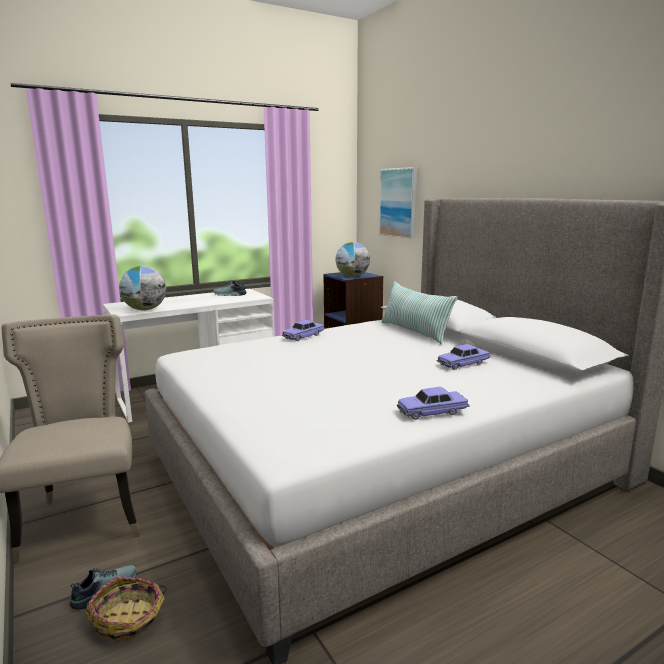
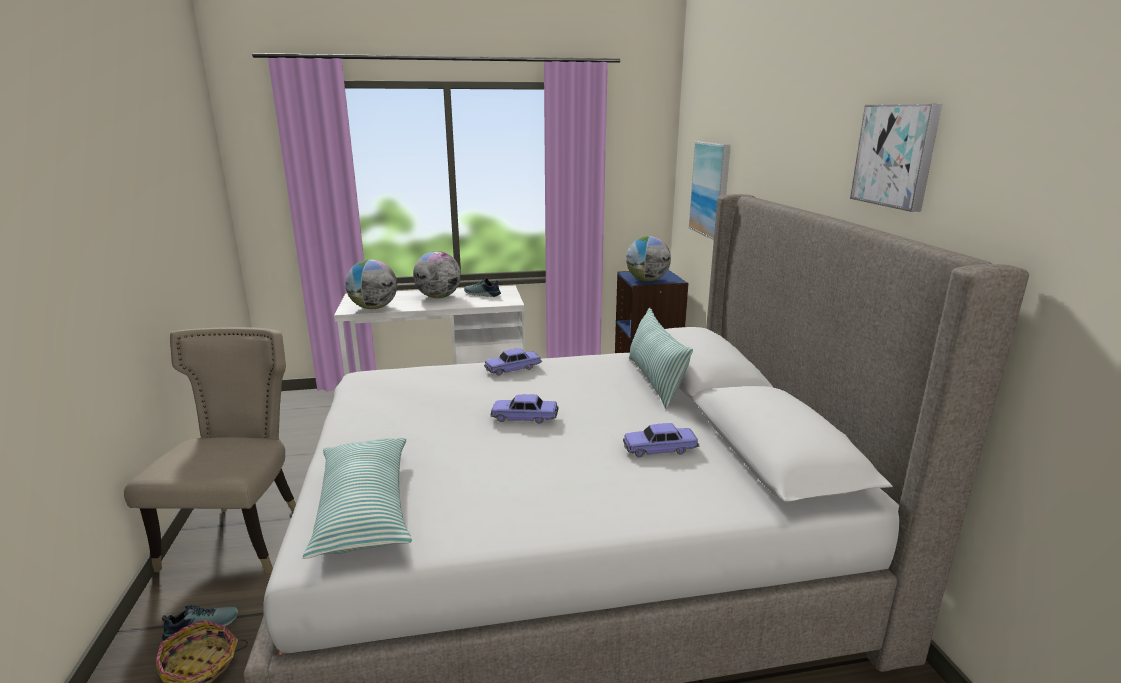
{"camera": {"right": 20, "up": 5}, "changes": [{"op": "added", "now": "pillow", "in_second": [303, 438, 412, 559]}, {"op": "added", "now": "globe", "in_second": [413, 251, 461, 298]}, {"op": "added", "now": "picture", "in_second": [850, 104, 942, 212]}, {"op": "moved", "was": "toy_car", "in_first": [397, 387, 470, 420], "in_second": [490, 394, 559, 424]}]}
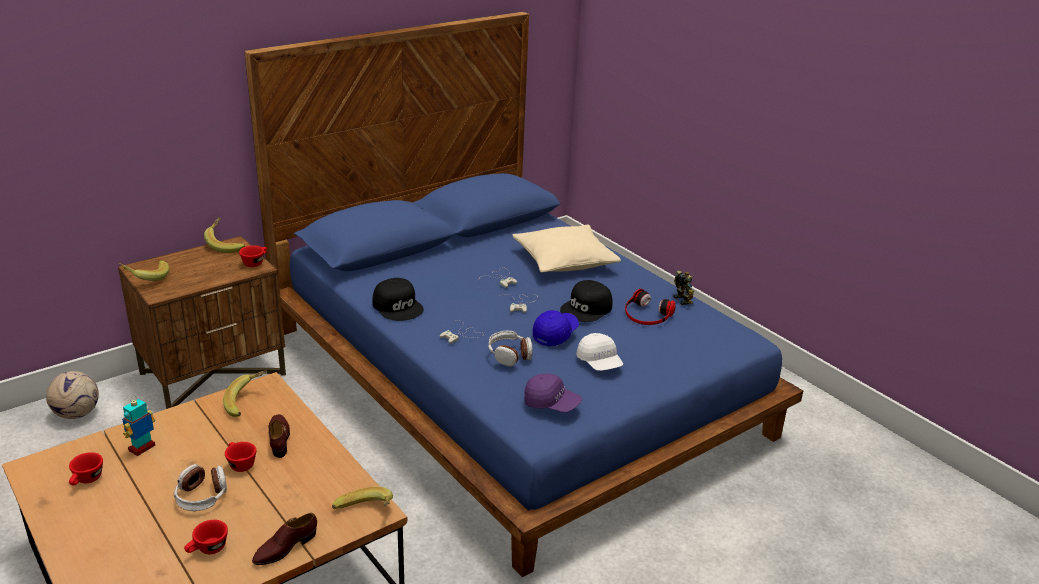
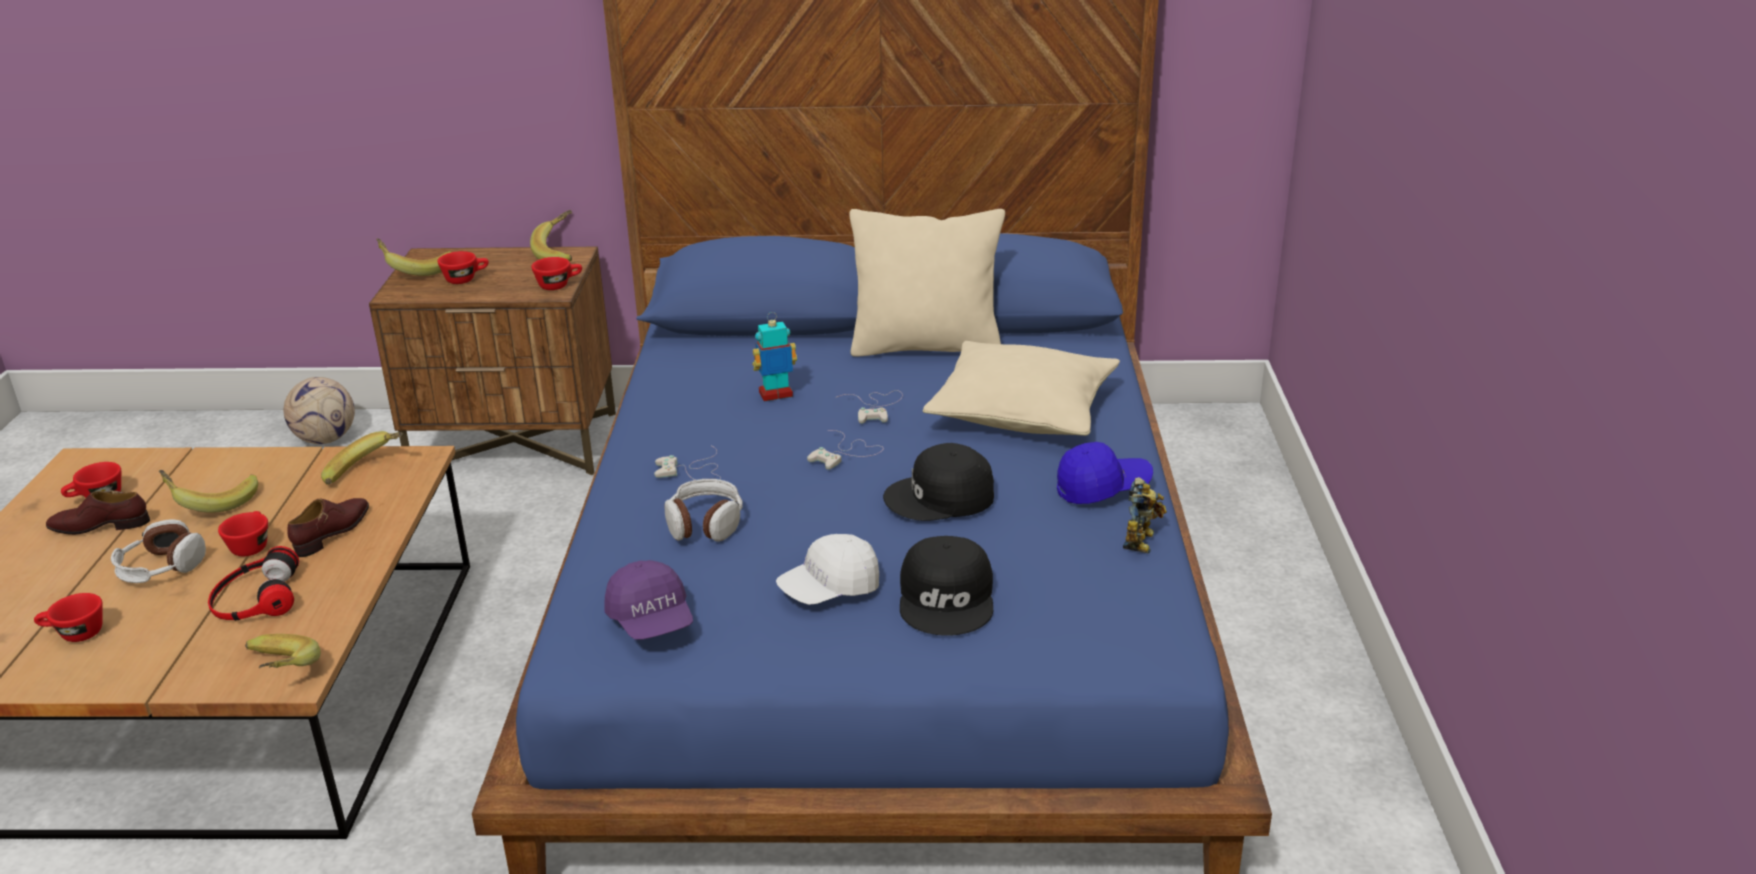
{"camera": {"right": 40, "up": 0}, "changes": [{"op": "added", "now": "banana", "in_second": [159, 470, 258, 513]}, {"op": "added", "now": "red_cup", "in_second": [438, 251, 489, 284]}, {"op": "added", "now": "beige_pillow", "in_second": [849, 209, 1005, 357]}, {"op": "moved", "was": "toy_robot", "in_first": [122, 398, 155, 456], "in_second": [752, 312, 797, 401]}, {"op": "moved", "was": "brown_shoe", "in_first": [252, 513, 317, 565], "in_second": [46, 490, 150, 535]}, {"op": "moved", "was": "black_cap", "in_first": [372, 278, 424, 321], "in_second": [900, 536, 993, 636]}, {"op": "moved", "was": "blue_cap", "in_first": [533, 310, 579, 347], "in_second": [1057, 442, 1153, 504]}, {"op": "moved", "was": "headphones", "in_first": [625, 289, 676, 325], "in_second": [208, 546, 299, 621]}, {"op": "turned", "was": "white_cap", "in_first": [576, 333, 623, 371], "in_second": [776, 534, 879, 605], "clockwise": 45}]}
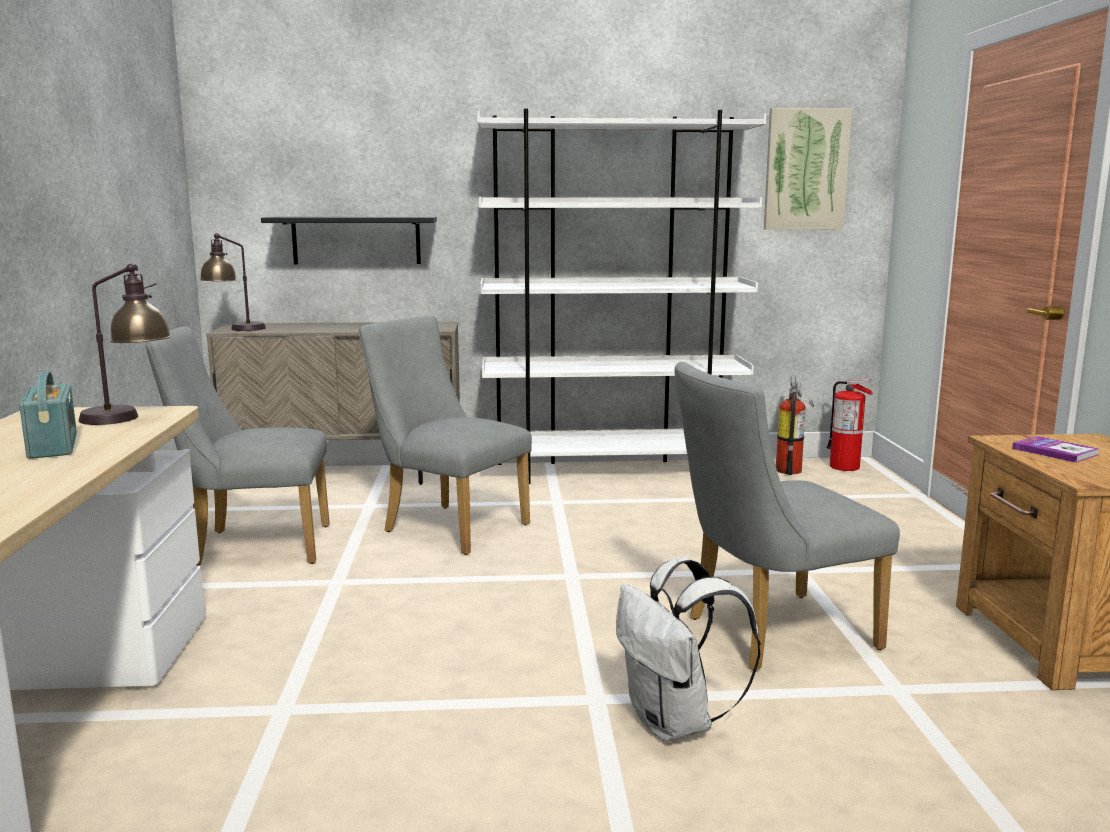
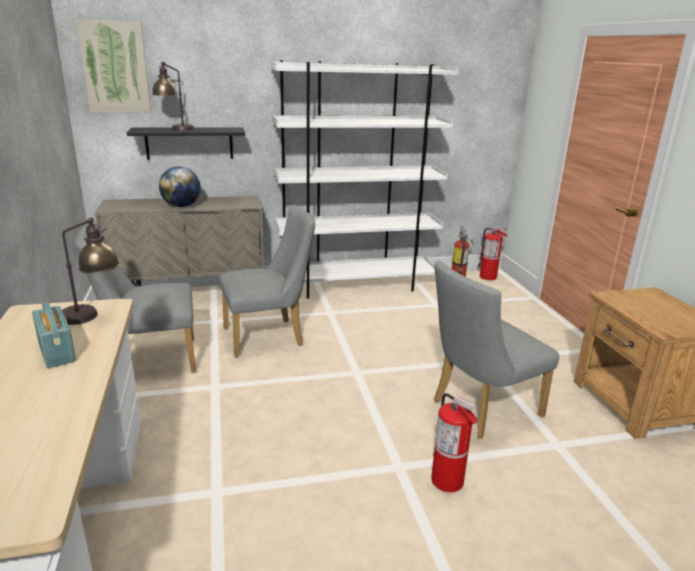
{"camera": {"right": -10, "up": 10}, "changes": [{"op": "removed", "was": "book", "in_first": [1012, 436, 1099, 463]}, {"op": "added", "now": "globe", "in_second": [159, 166, 201, 207]}, {"op": "moved", "was": "table_lamp", "in_first": [200, 233, 266, 331], "in_second": [152, 62, 195, 131]}, {"op": "moved", "was": "picture", "in_first": [764, 108, 852, 230], "in_second": [77, 20, 151, 113]}, {"op": "replaced", "was": "white_backpack", "now": "fire_extinguisher", "in_first": [616, 557, 761, 742], "in_second": [431, 393, 478, 492]}, {"op": "turned", "was": "grey_chair", "in_first": [358, 316, 532, 555], "in_second": [219, 205, 315, 357], "clockwise": 135}]}
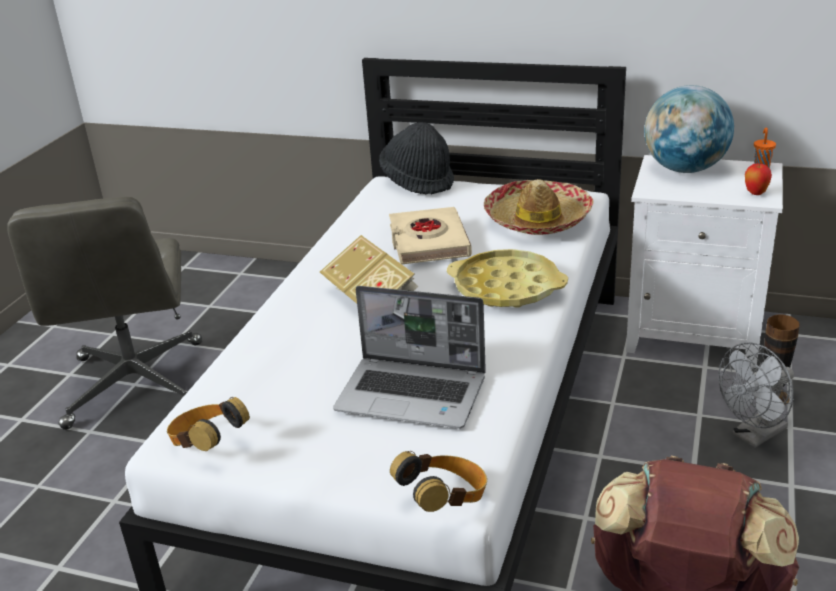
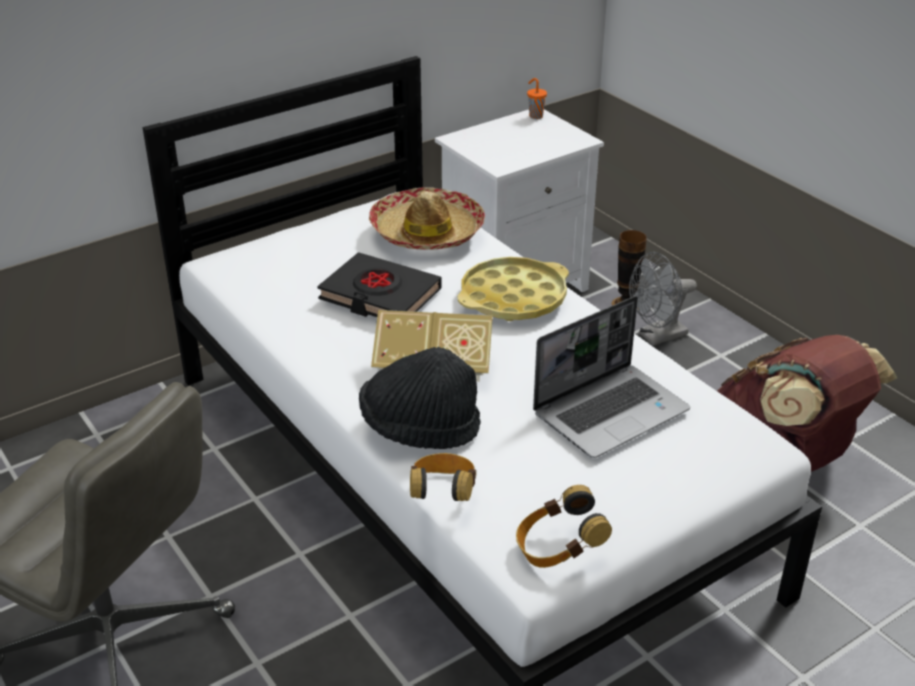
{"camera": {"right": -55, "up": 5}, "changes": [{"op": "removed", "was": "globe", "in_first": [644, 85, 734, 173]}, {"op": "removed", "was": "apple", "in_first": [745, 163, 772, 195]}, {"op": "moved", "was": "black_hat", "in_first": [379, 122, 454, 195], "in_second": [359, 347, 481, 449]}, {"op": "moved", "was": "headphones", "in_first": [390, 451, 487, 512], "in_second": [410, 453, 476, 501]}, {"op": "recoloured", "was": "beige_book", "now": "black_book", "in_first": [389, 207, 472, 264], "in_second": [317, 252, 442, 317]}, {"op": "turned", "was": "grey_fan", "in_first": [718, 342, 794, 448], "in_second": [629, 252, 697, 346], "clockwise": 60}]}
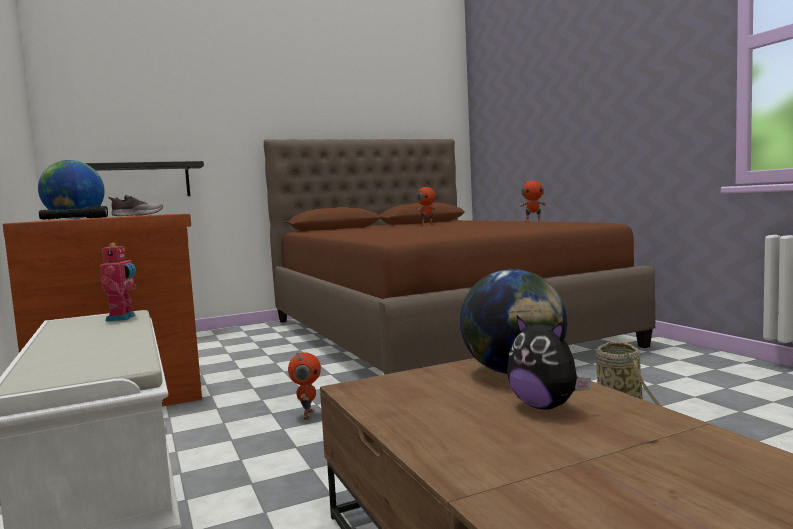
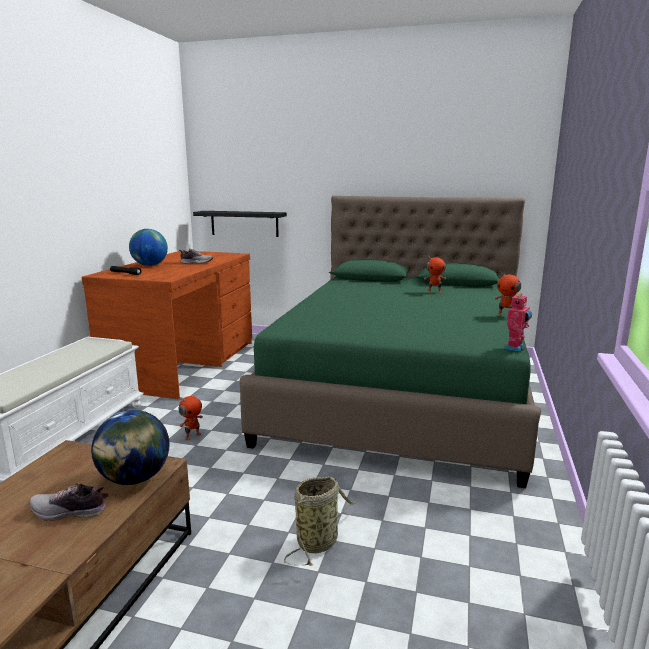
{"camera": {"right": 40, "up": 10}, "changes": [{"op": "moved", "was": "toy_robot", "in_first": [100, 243, 137, 322], "in_second": [504, 294, 532, 352]}, {"op": "replaced", "was": "plush_toy", "now": "shoe", "in_first": [507, 316, 591, 410], "in_second": [29, 483, 106, 521]}, {"op": "recoloured", "was": "brown_bed", "now": "green_bed", "in_first": [264, 139, 656, 375], "in_second": [240, 196, 541, 488]}]}
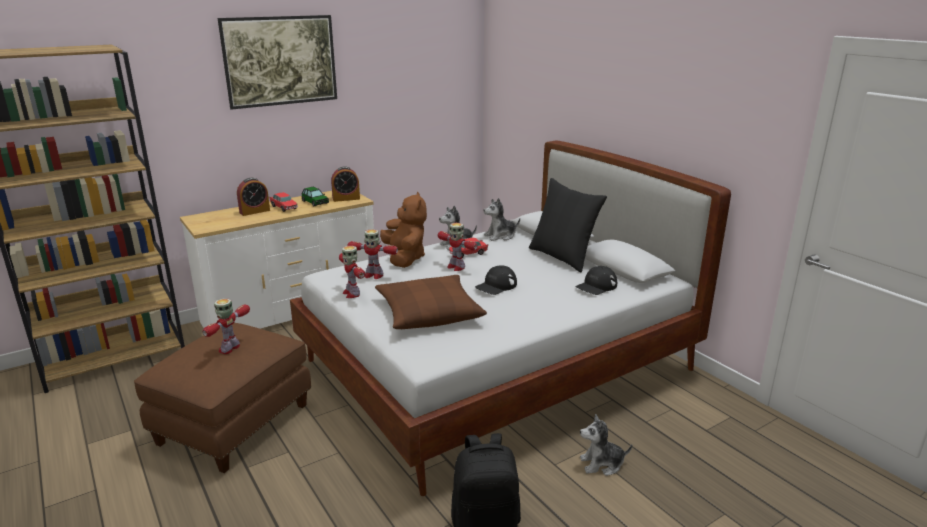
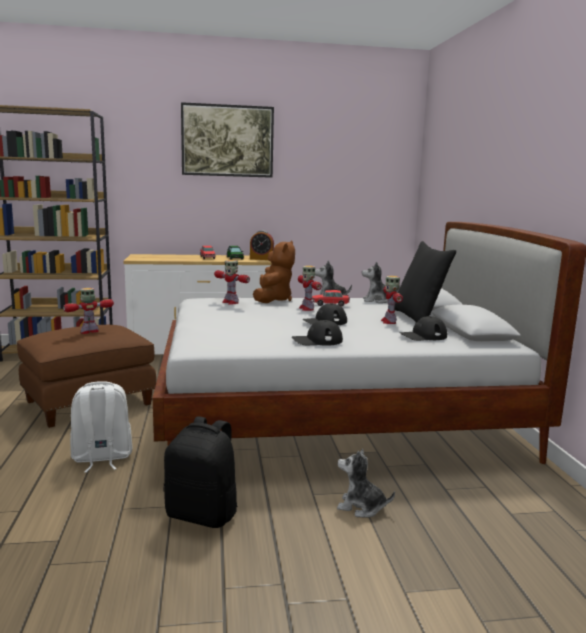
{"camera": {"right": 25, "up": -10}, "changes": [{"op": "removed", "was": "alarm_clock", "in_first": [237, 178, 270, 216]}, {"op": "removed", "was": "brown_pillow", "in_first": [375, 275, 487, 329]}, {"op": "added", "now": "white_backpack", "in_second": [70, 381, 133, 472]}, {"op": "added", "now": "black_cap", "in_second": [292, 320, 343, 346]}, {"op": "moved", "was": "toy_robot", "in_first": [339, 246, 365, 298], "in_second": [381, 276, 403, 324]}]}
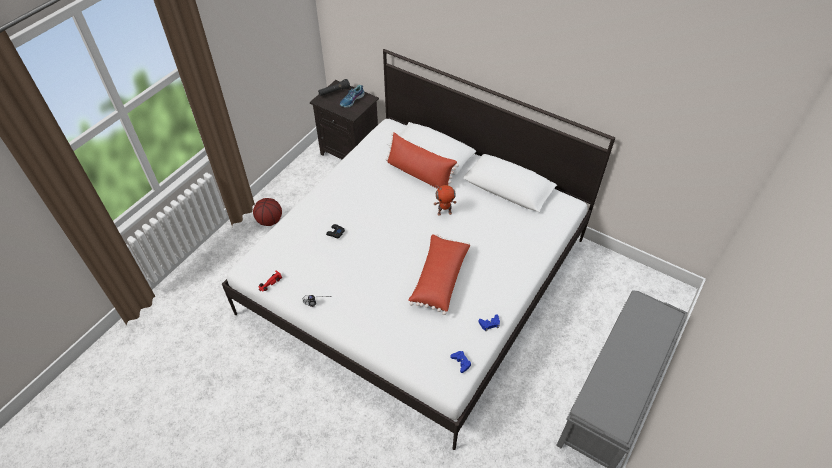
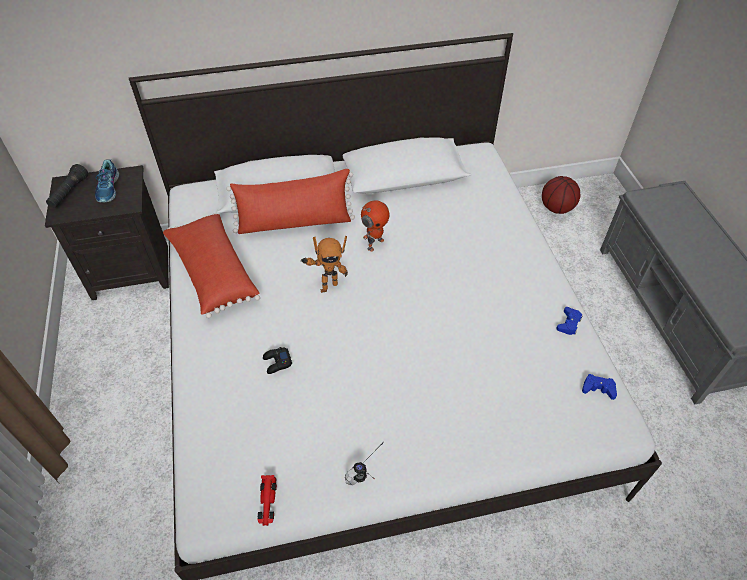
{"camera": {"right": -45, "up": 0}, "changes": [{"op": "added", "now": "toy_robot", "in_second": [301, 236, 348, 293]}, {"op": "moved", "was": "basketball", "in_first": [253, 198, 282, 226], "in_second": [542, 176, 580, 214]}, {"op": "moved", "was": "red_pillow", "in_first": [408, 234, 470, 315], "in_second": [163, 213, 260, 318]}]}
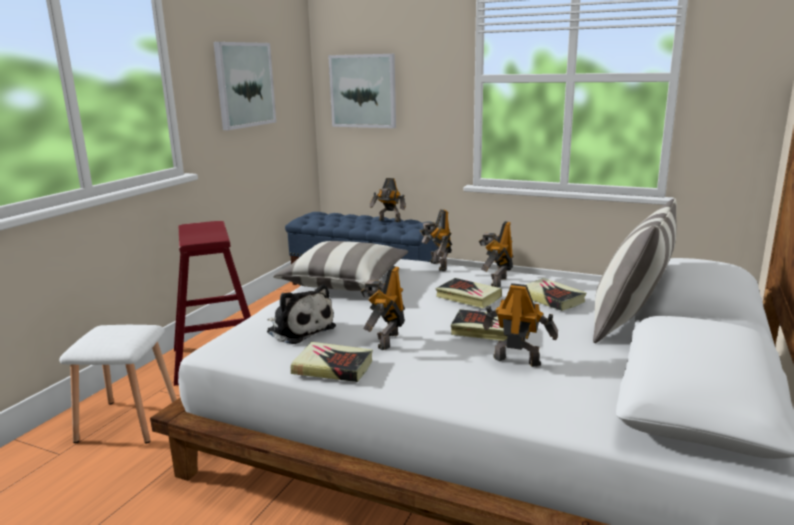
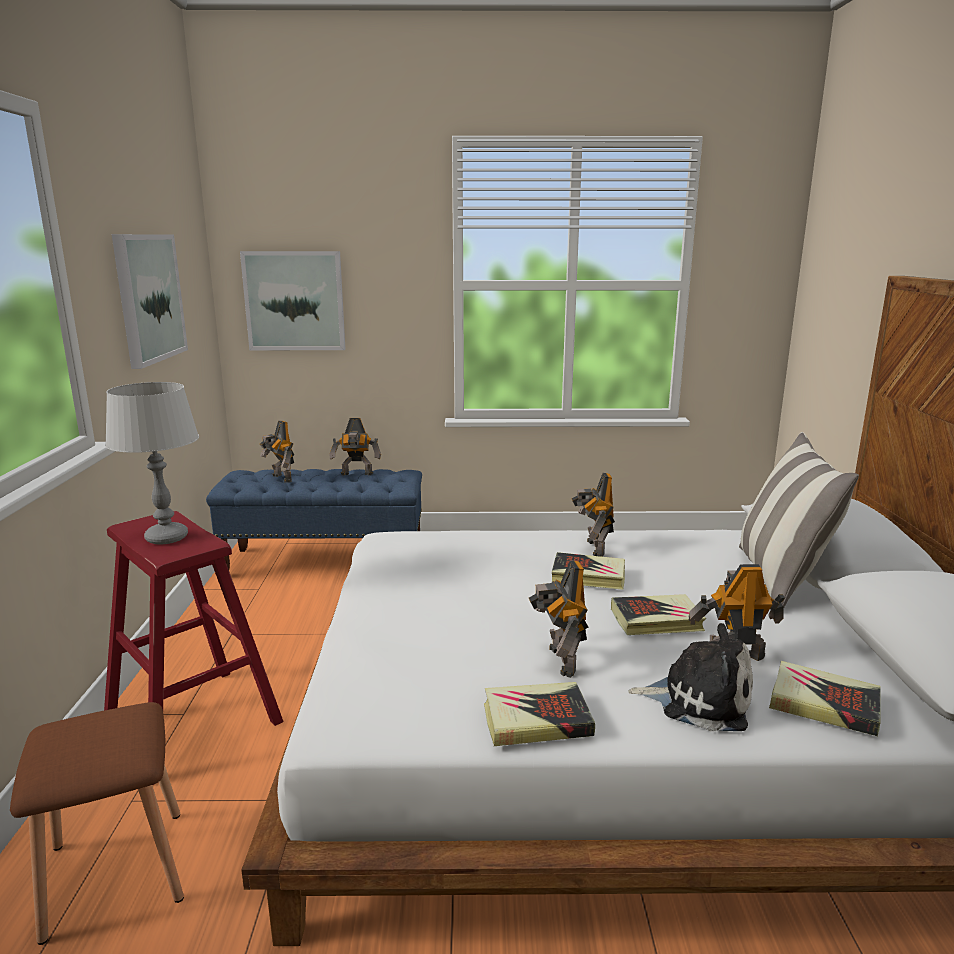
{"camera": {"right": -25, "up": 0}, "changes": [{"op": "removed", "was": "pillow", "in_first": [273, 241, 408, 291]}, {"op": "added", "now": "grey_table_lamp", "in_second": [105, 382, 199, 545]}, {"op": "moved", "was": "plush_toy", "in_first": [267, 285, 336, 344], "in_second": [628, 623, 753, 731]}, {"op": "moved", "was": "toy_robot", "in_first": [420, 209, 452, 271], "in_second": [260, 421, 294, 483]}, {"op": "moved", "was": "book", "in_first": [525, 278, 586, 311], "in_second": [769, 661, 881, 736]}, {"op": "recoloured", "was": "white_stool", "now": "brown_stool", "in_first": [59, 325, 177, 443], "in_second": [10, 702, 184, 945]}]}
